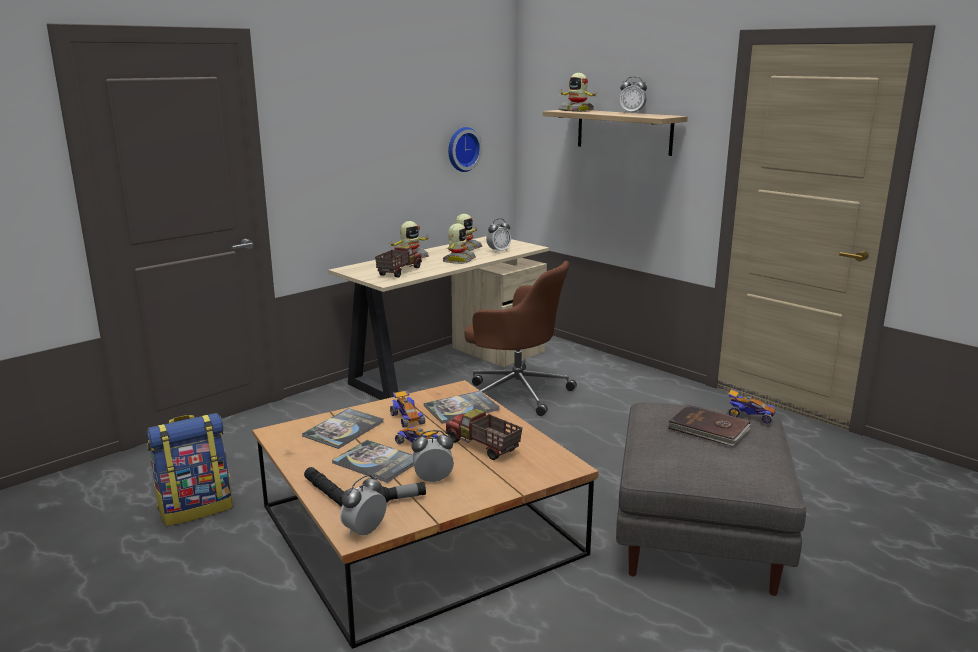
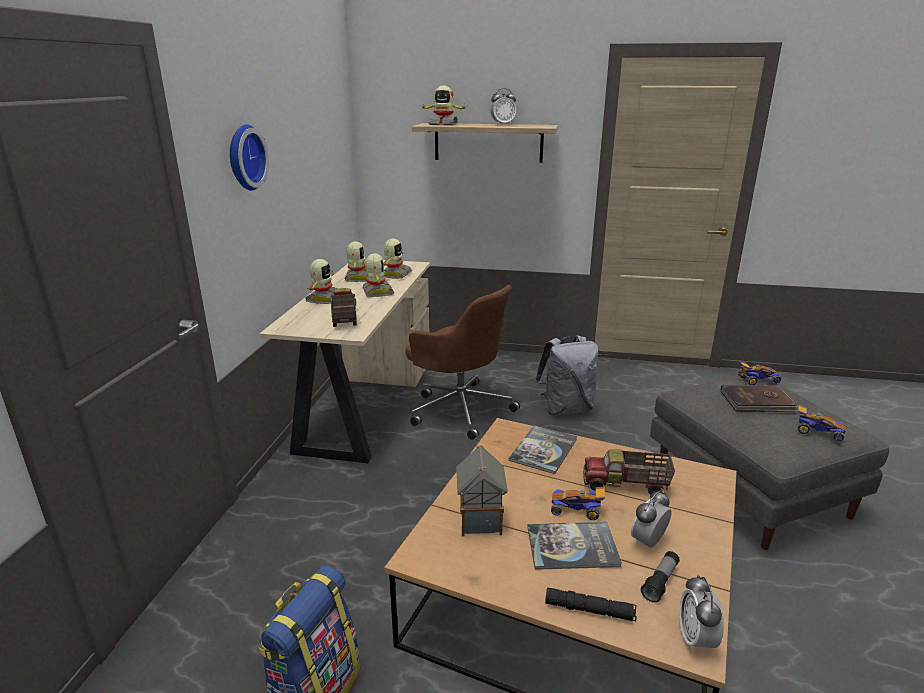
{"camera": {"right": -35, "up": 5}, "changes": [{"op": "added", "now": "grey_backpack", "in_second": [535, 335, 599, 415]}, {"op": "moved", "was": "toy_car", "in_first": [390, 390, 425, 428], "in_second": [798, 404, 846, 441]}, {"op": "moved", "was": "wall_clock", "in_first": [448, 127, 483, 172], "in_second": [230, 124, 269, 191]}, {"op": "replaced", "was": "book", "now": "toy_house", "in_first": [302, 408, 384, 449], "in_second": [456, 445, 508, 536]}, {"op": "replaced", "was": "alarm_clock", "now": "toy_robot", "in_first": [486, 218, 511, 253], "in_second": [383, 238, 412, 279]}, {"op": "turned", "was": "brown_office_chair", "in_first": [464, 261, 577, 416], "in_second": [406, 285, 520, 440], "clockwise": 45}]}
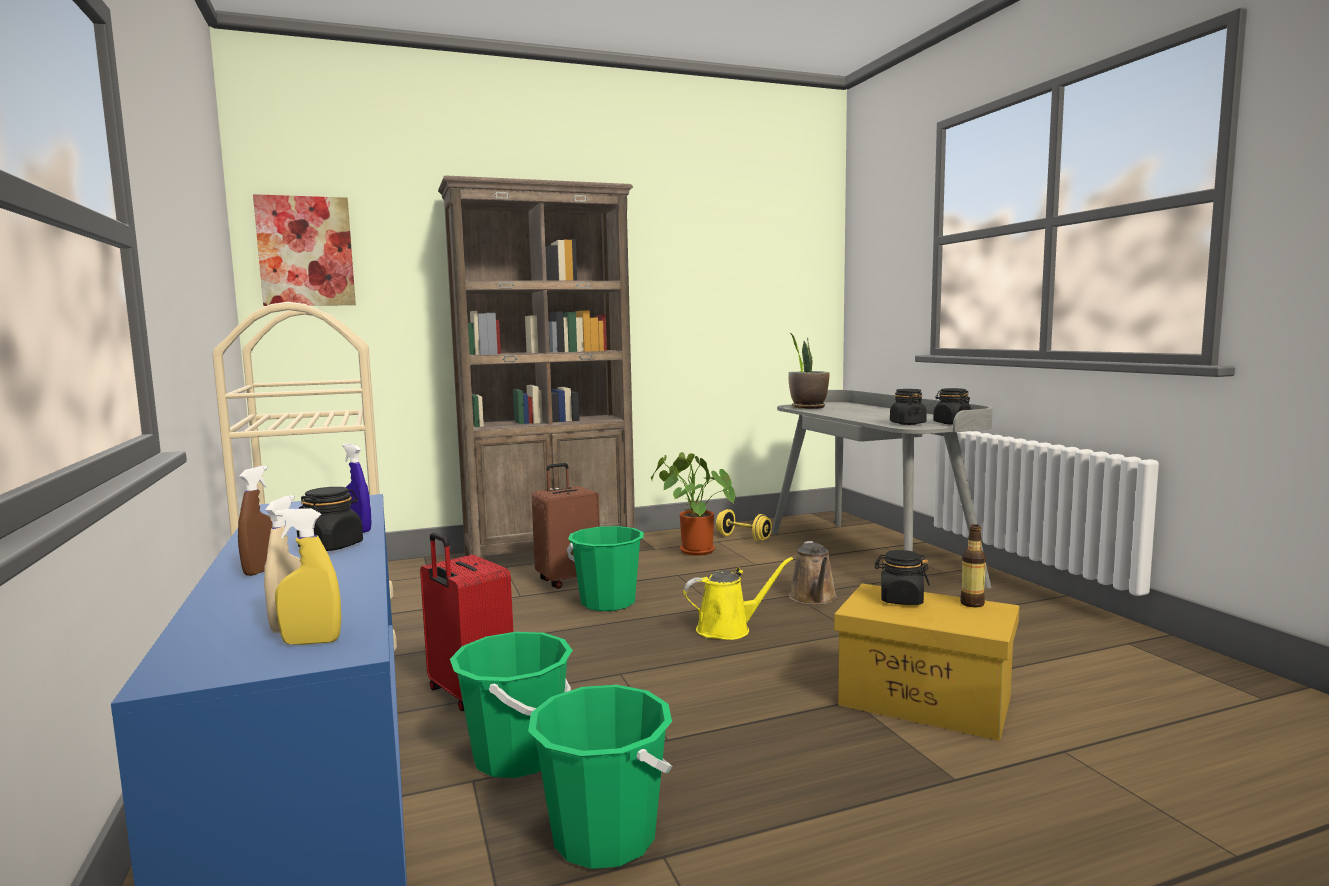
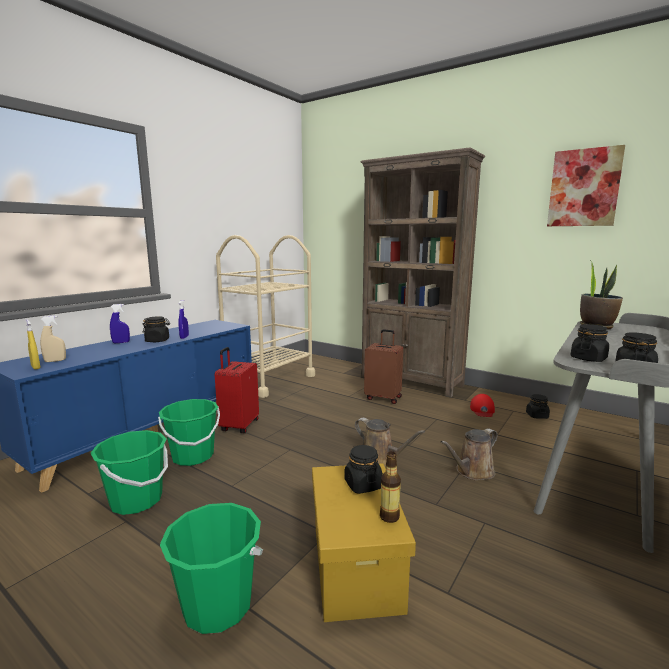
{"camera": {"right": 55, "up": 5}, "changes": [{"op": "moved", "was": "picture", "in_first": [253, 194, 356, 306], "in_second": [547, 145, 625, 226]}, {"op": "moved", "was": "green_bucket", "in_first": [567, 526, 644, 611], "in_second": [160, 503, 263, 634]}, {"op": "replaced", "was": "potted_plant", "now": "red_cap", "in_first": [651, 452, 735, 556], "in_second": [470, 394, 495, 417]}, {"op": "replaced", "was": "yellow_dumbbell", "now": "black_jar", "in_first": [716, 509, 772, 541], "in_second": [526, 394, 550, 419]}, {"op": "recoloured", "was": "brown_spray_bottle", "now": "blue_spray_bottle", "in_first": [238, 466, 272, 576], "in_second": [110, 304, 130, 343]}, {"op": "recoloured", "was": "yellow_watering_can", "now": "brown_watering_can", "in_first": [683, 557, 793, 640], "in_second": [355, 418, 425, 466]}]}
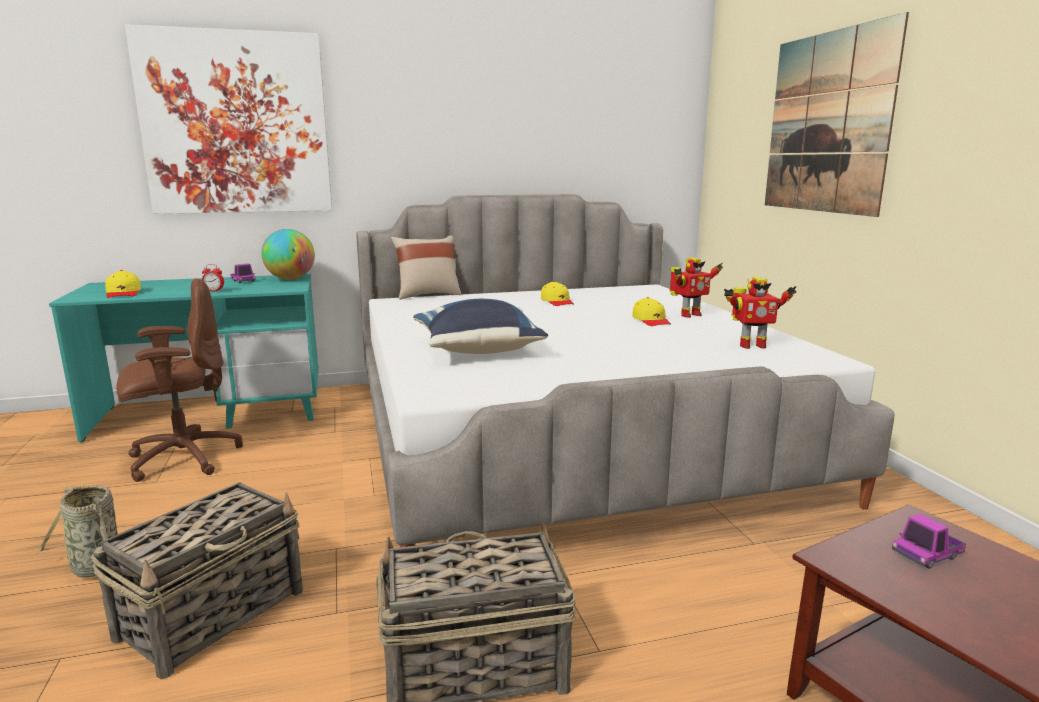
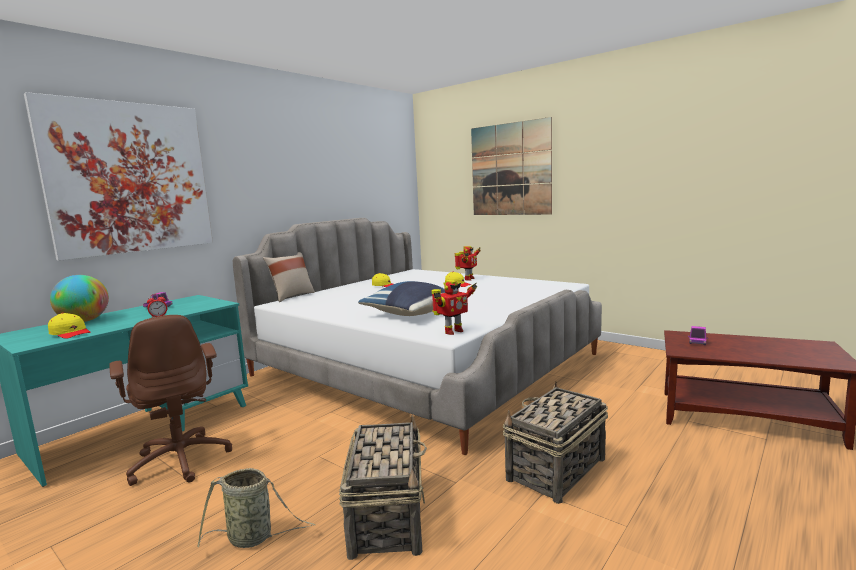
{"camera": {"right": -35, "up": -5}, "changes": [{"op": "moved", "was": "globe", "in_first": [261, 229, 315, 280], "in_second": [50, 275, 109, 322]}, {"op": "moved", "was": "toy_robot", "in_first": [724, 277, 796, 349], "in_second": [432, 280, 478, 335]}, {"op": "turned", "was": "brown_office_chair", "in_first": [116, 278, 243, 482], "in_second": [109, 315, 232, 486], "clockwise": 120}]}
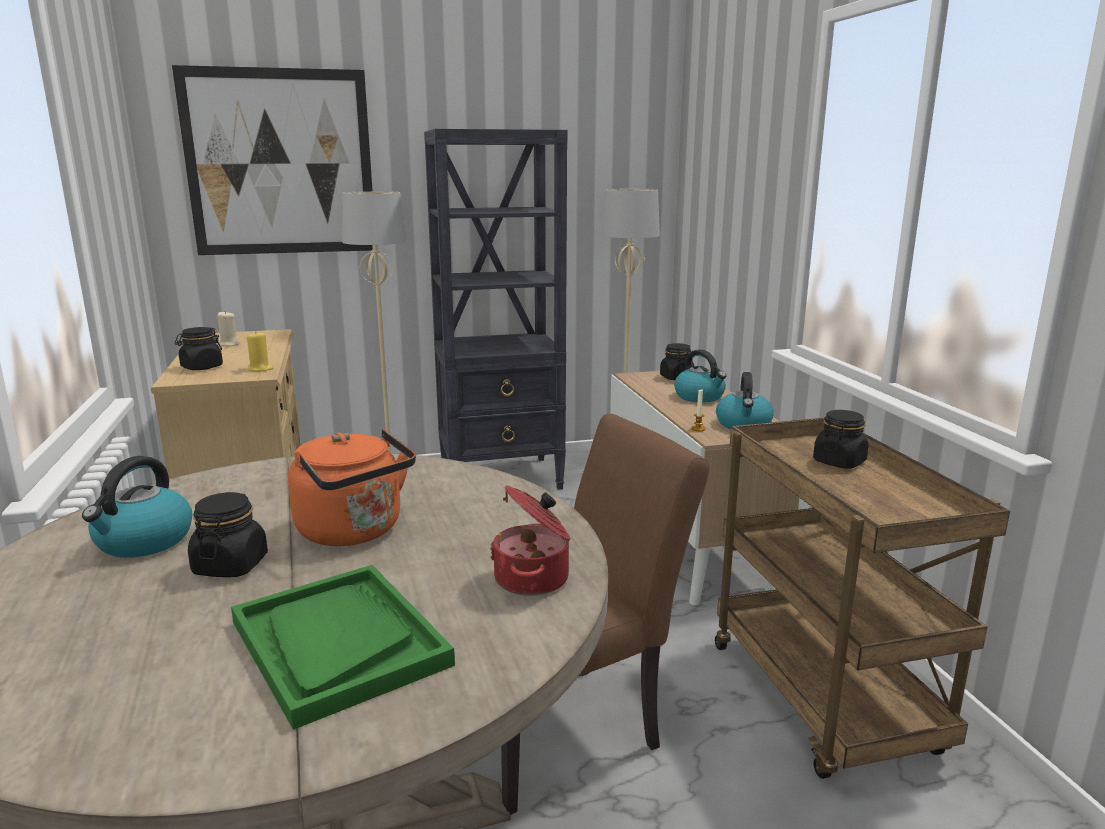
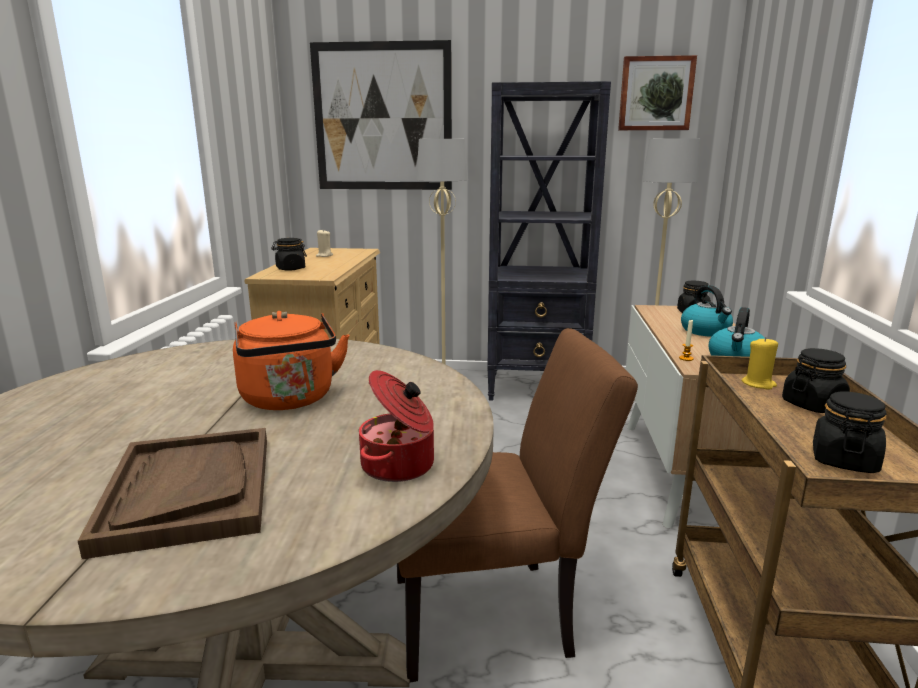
{"camera": {"right": 20, "up": 0}, "changes": [{"op": "removed", "was": "kettle", "in_first": [82, 456, 192, 558]}, {"op": "added", "now": "picture", "in_second": [618, 55, 697, 130]}, {"op": "moved", "was": "black_jar", "in_first": [188, 492, 268, 577], "in_second": [813, 392, 887, 473]}, {"op": "moved", "was": "yellow_candle", "in_first": [246, 331, 273, 372], "in_second": [742, 337, 778, 390]}, {"op": "recoloured", "was": "green_tray", "now": "brown_tray", "in_first": [231, 565, 455, 730], "in_second": [78, 428, 267, 559]}]}
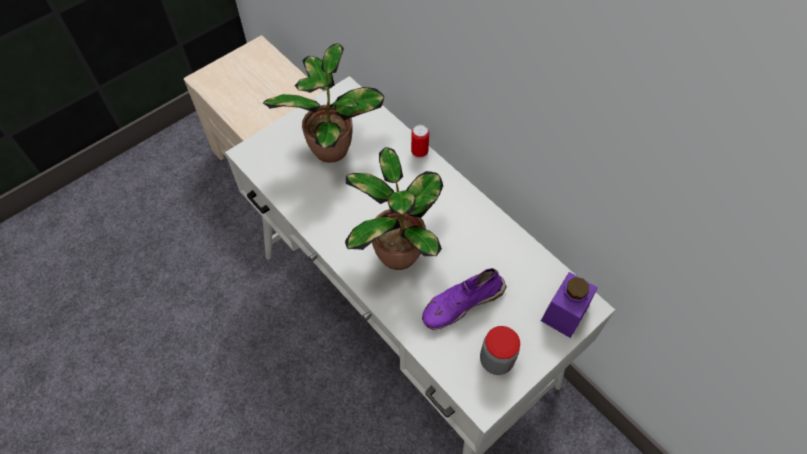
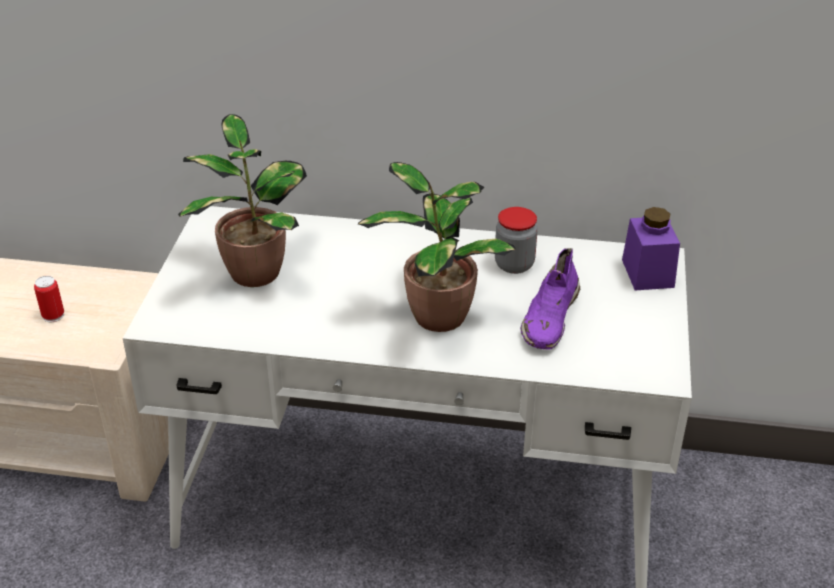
{"camera": {"right": -40, "up": -20}, "changes": [{"op": "moved", "was": "can", "in_first": [411, 125, 429, 159], "in_second": [34, 276, 64, 322]}, {"op": "moved", "was": "jar", "in_first": [480, 326, 520, 375], "in_second": [495, 207, 538, 274]}]}
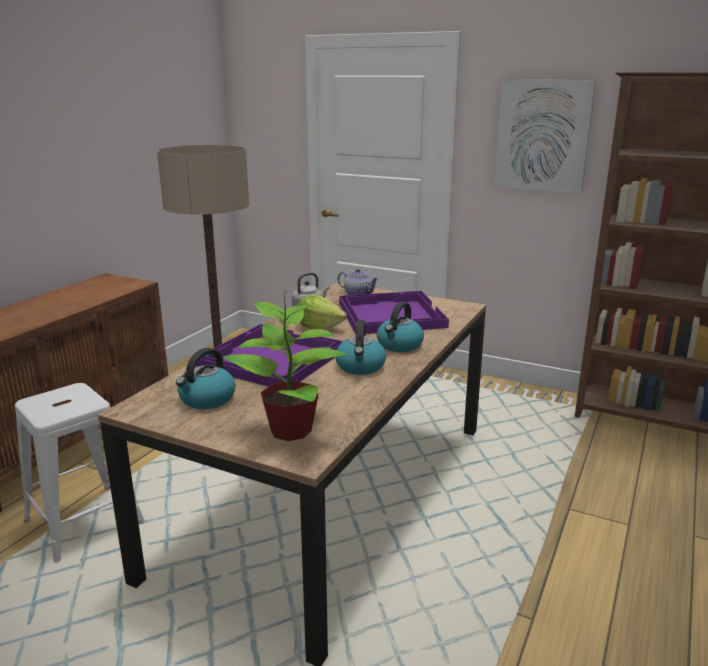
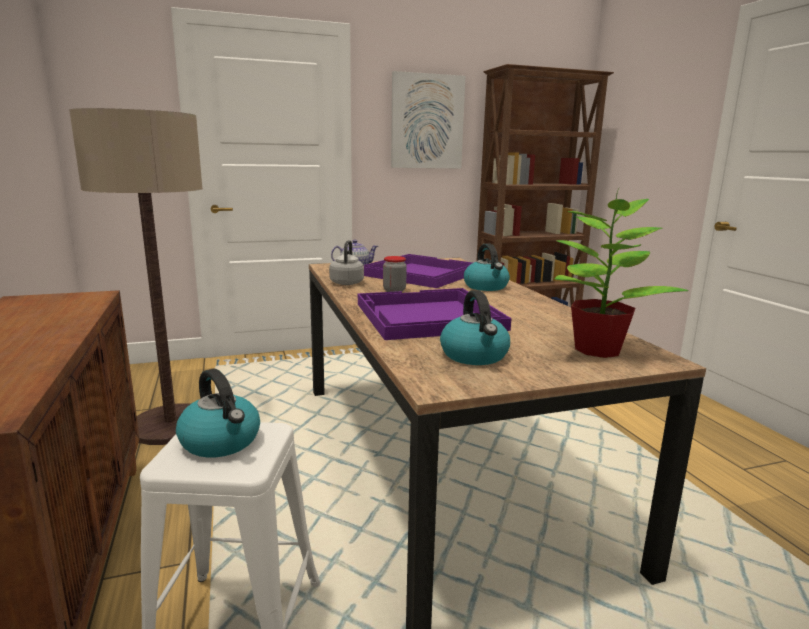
{"camera": {"right": -45, "up": -5}, "changes": [{"op": "moved", "was": "kettle", "in_first": [335, 320, 386, 375], "in_second": [176, 369, 260, 458]}, {"op": "replaced", "was": "lettuce", "now": "jar", "in_first": [298, 295, 347, 330], "in_second": [383, 256, 407, 292]}]}
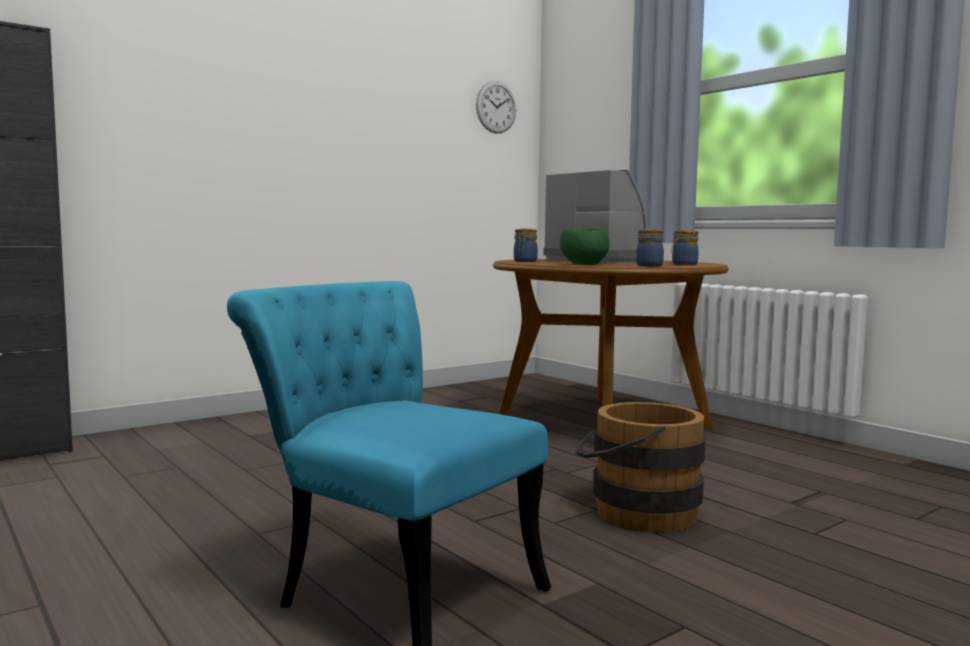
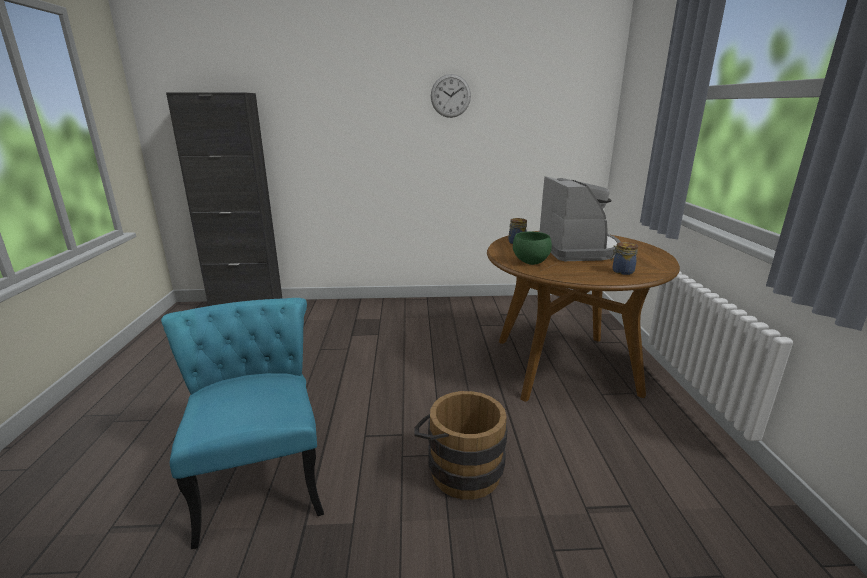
{"camera": {"right": 35, "up": 15}, "changes": [{"op": "removed", "was": "jar", "in_first": [636, 229, 664, 267]}, {"op": "moved", "was": "wall_clock", "in_first": [476, 81, 516, 134], "in_second": [431, 74, 471, 118]}]}
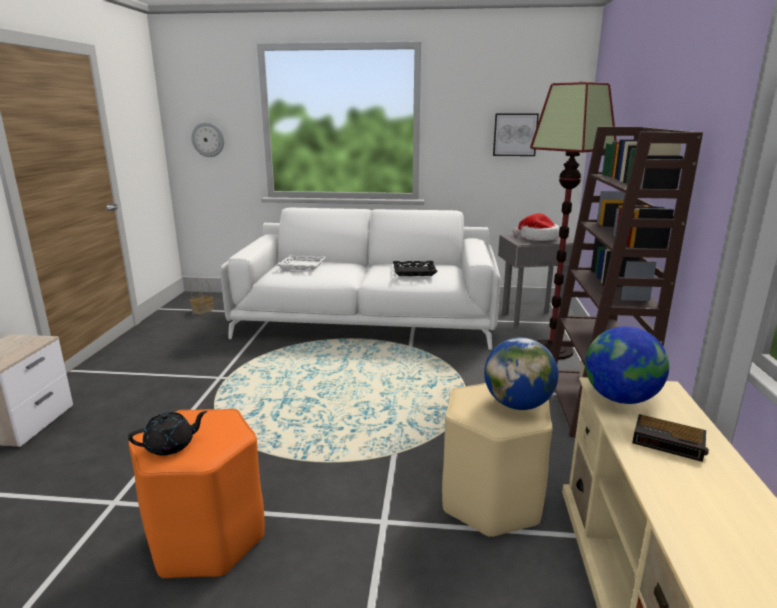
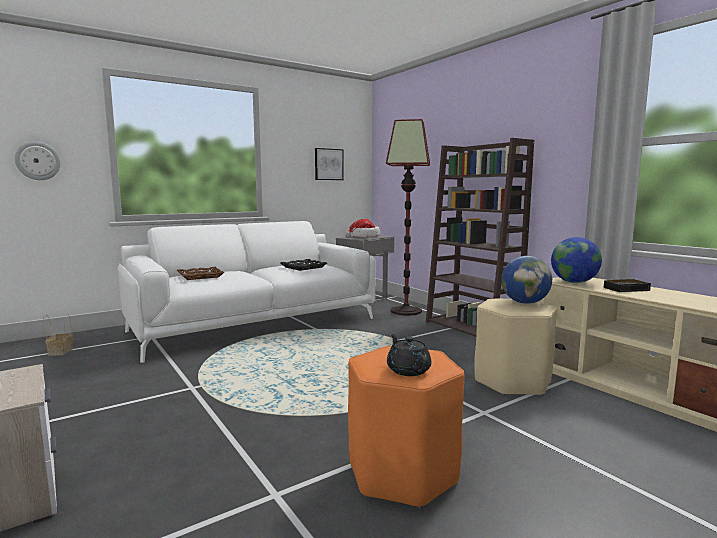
{"camera": {"right": -40, "up": -10}, "changes": [{"op": "recoloured", "was": "white_tray", "now": "brown_tray", "in_first": [276, 255, 326, 271], "in_second": [177, 267, 224, 280]}, {"op": "turned", "was": "black_teapot", "in_first": [128, 411, 207, 456], "in_second": [387, 334, 431, 376], "clockwise": -45}]}
